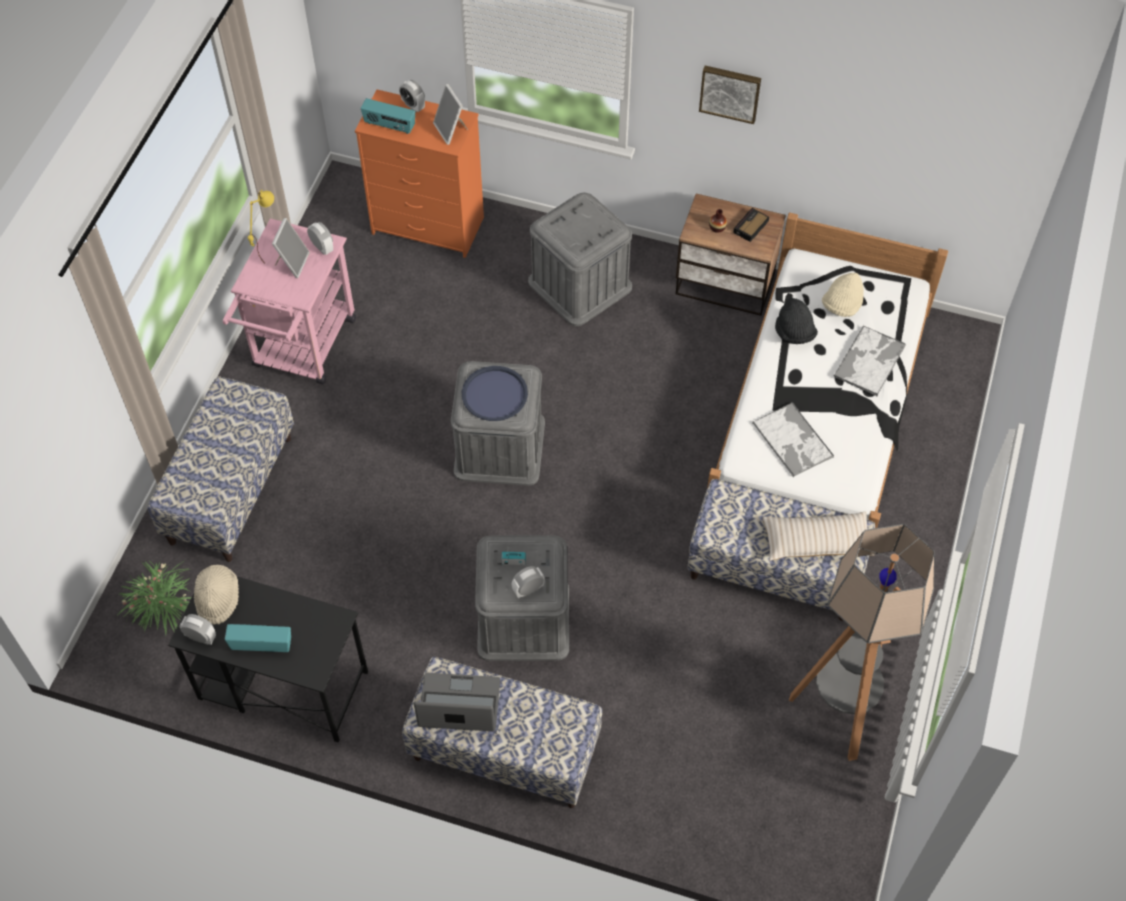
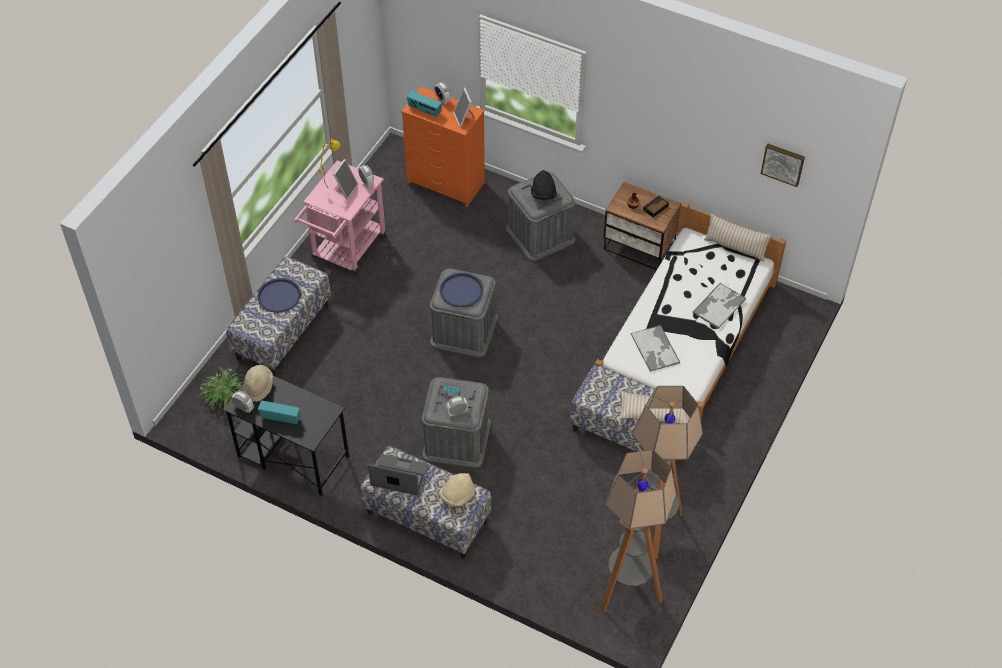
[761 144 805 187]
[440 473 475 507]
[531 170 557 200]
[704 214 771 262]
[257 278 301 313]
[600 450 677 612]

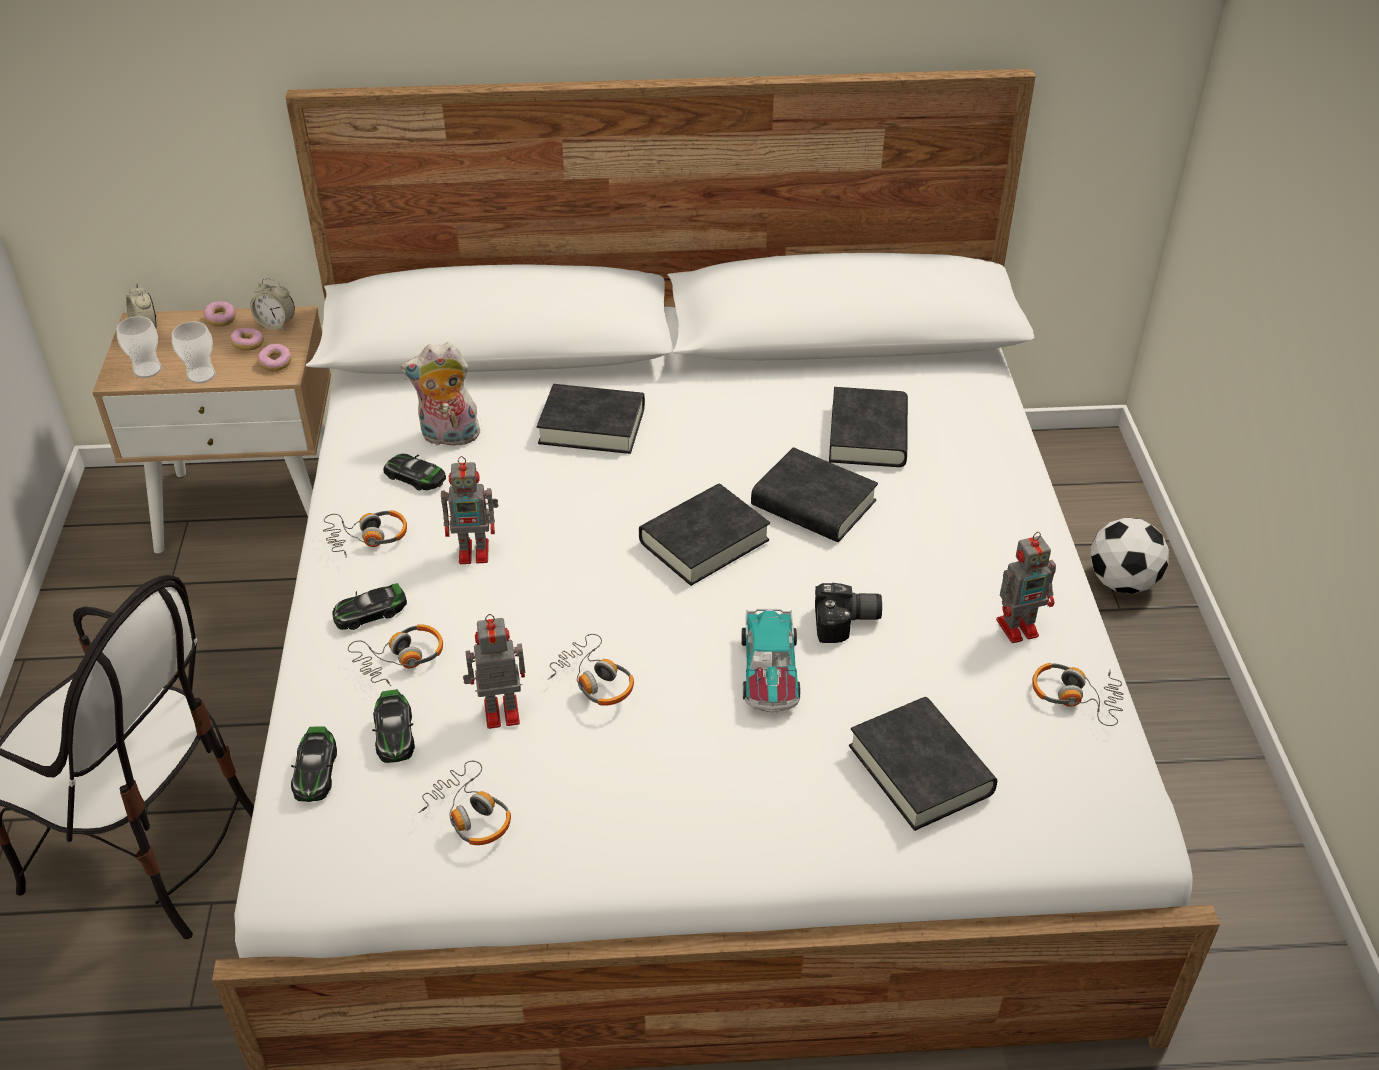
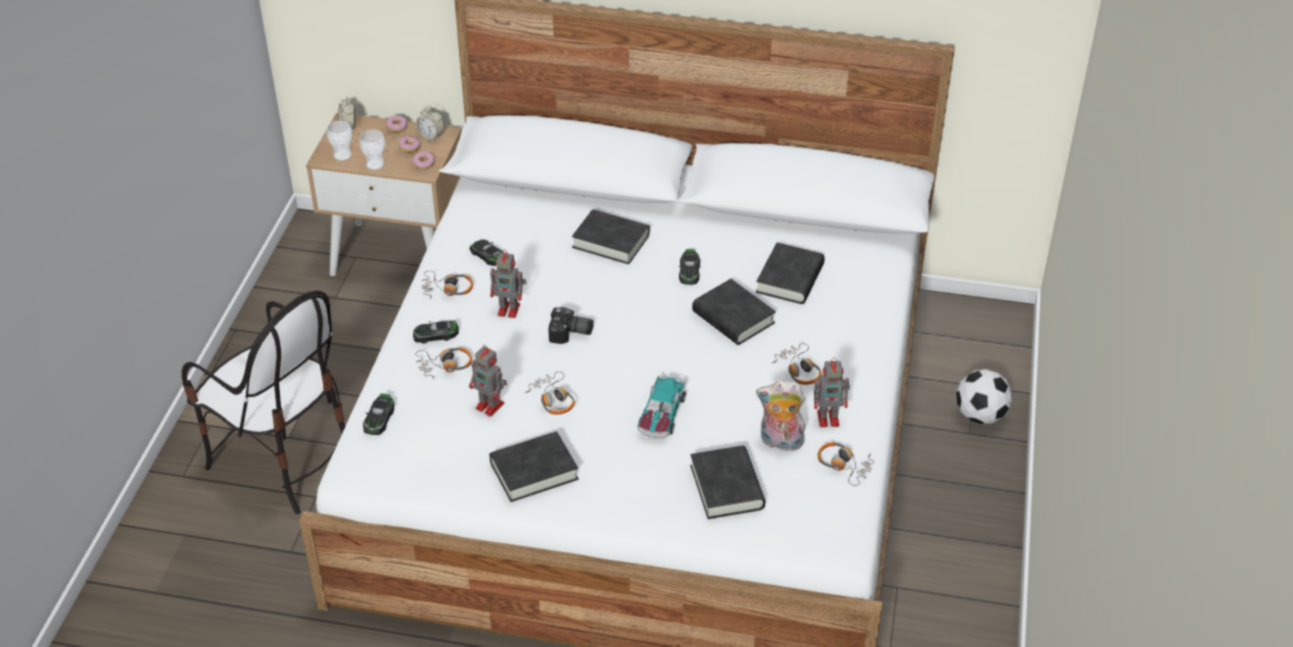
[756 380 806 451]
[489 431 579 502]
[548 307 594 344]
[469 344 507 417]
[679 249 701 285]
[772 343 822 385]

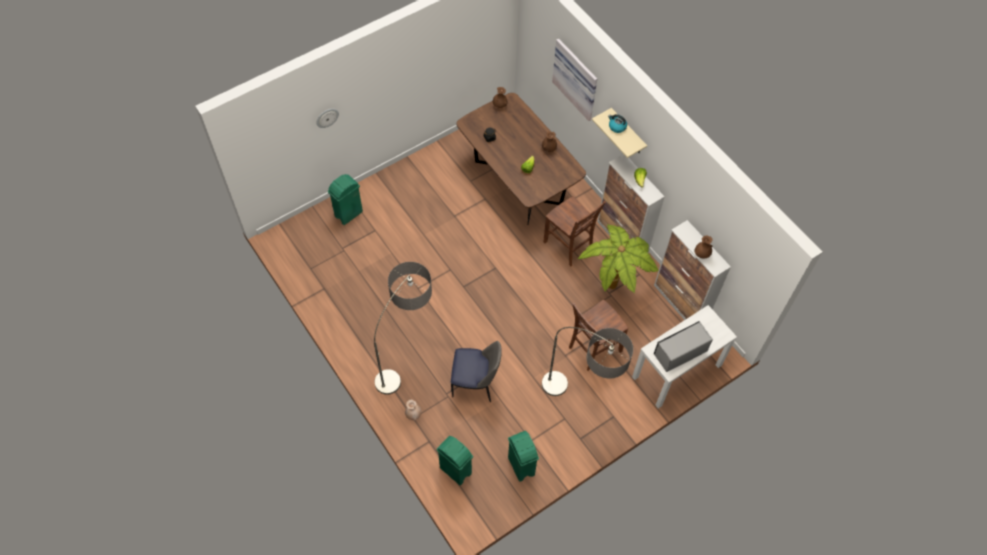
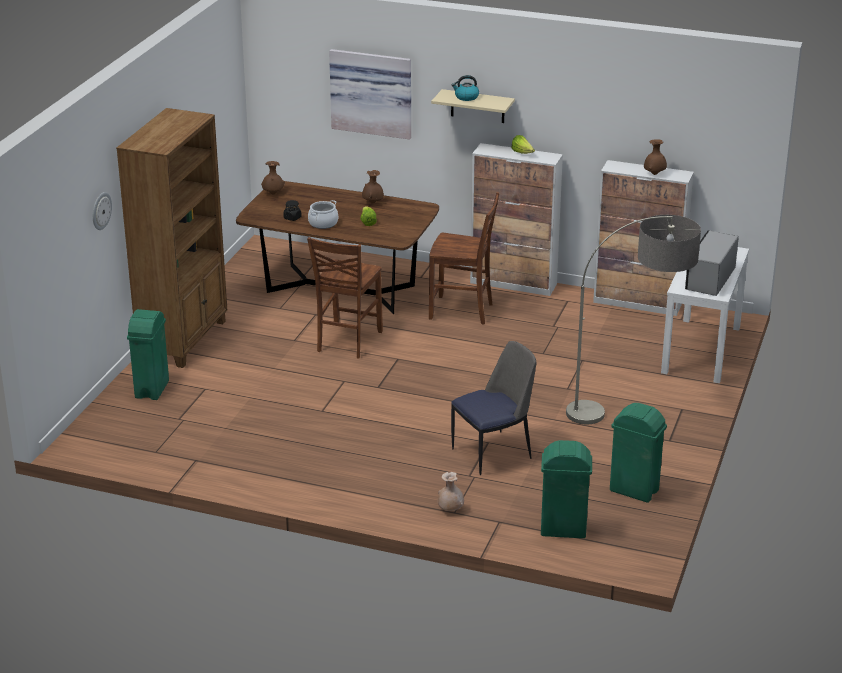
[578 224 659 293] (first image)
[374 262 432 395] (first image)
[307 237 383 359]
[116 108 227 368]
[308 200 338 229]

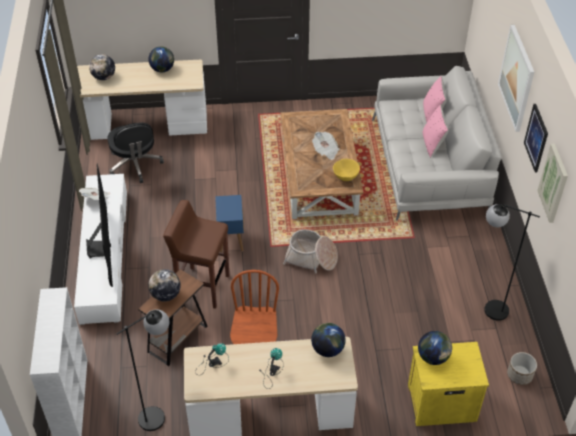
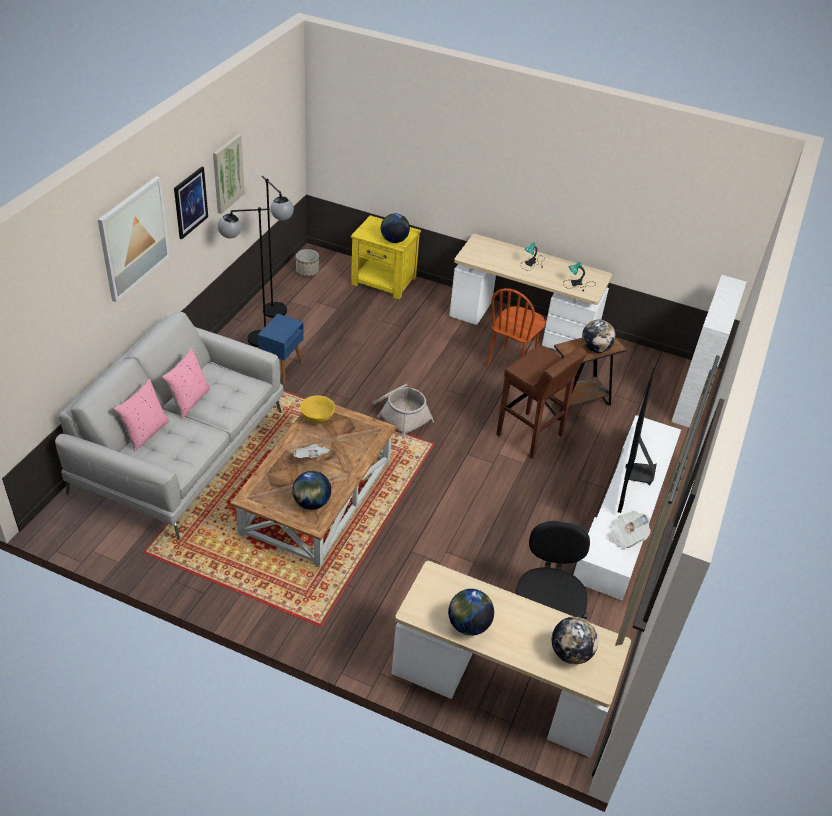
[258 314 304 384]
[218 207 270 347]
[292 471 331 510]

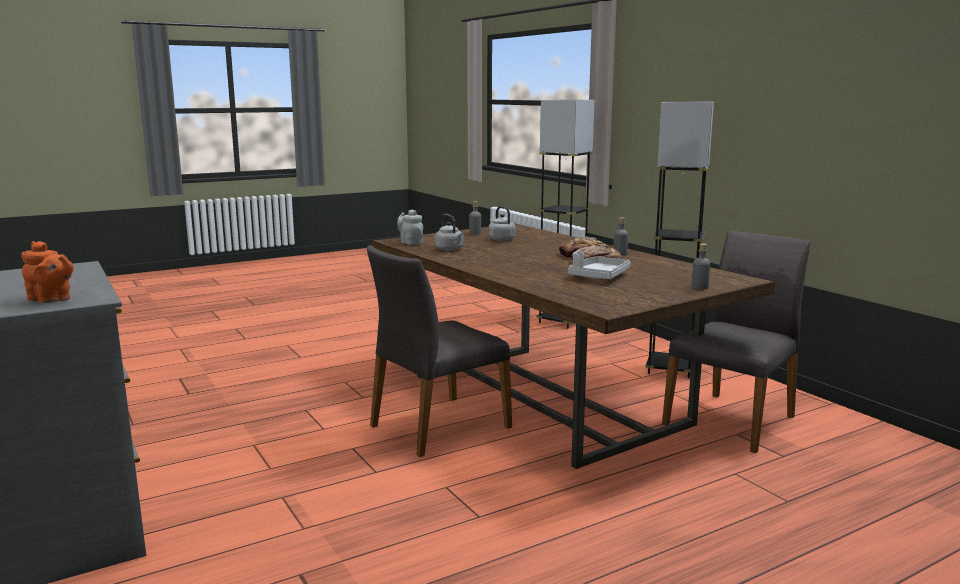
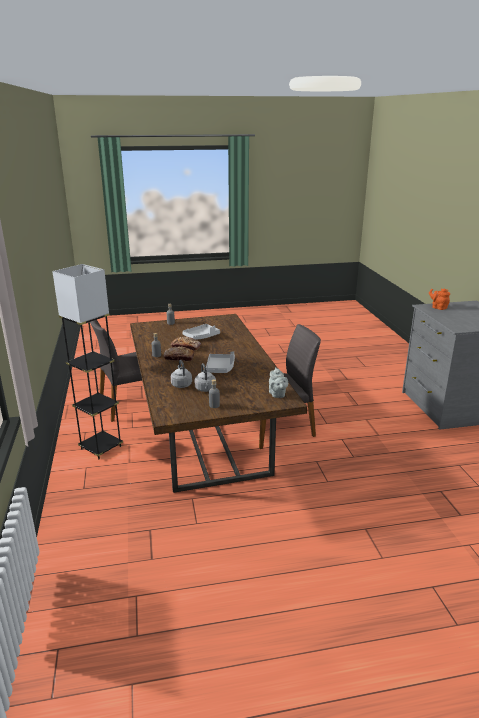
[536 100 595 329] (first image)
[171 360 192 388]
[206 351 235 373]

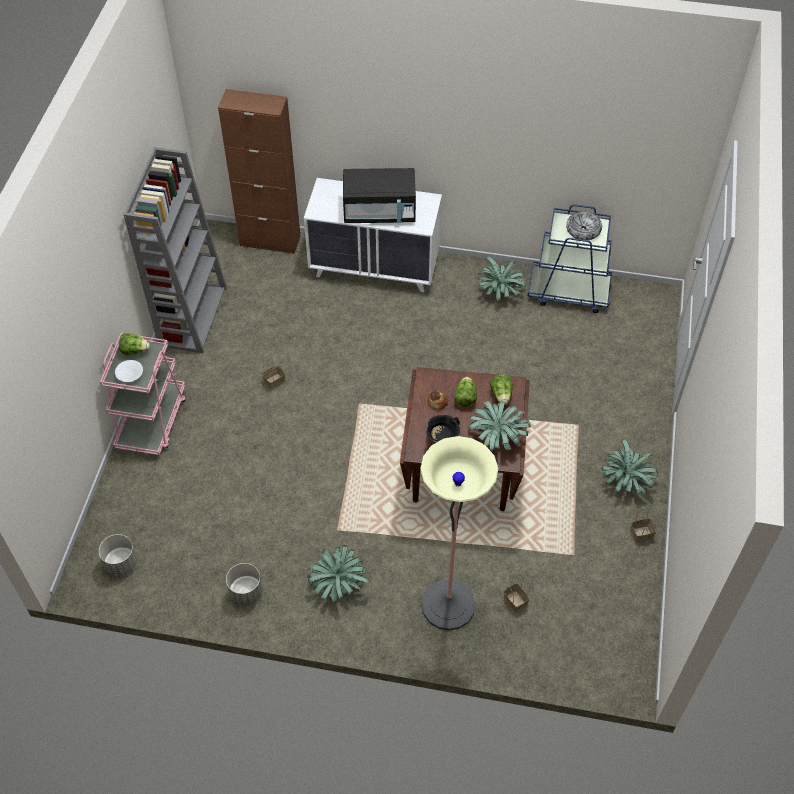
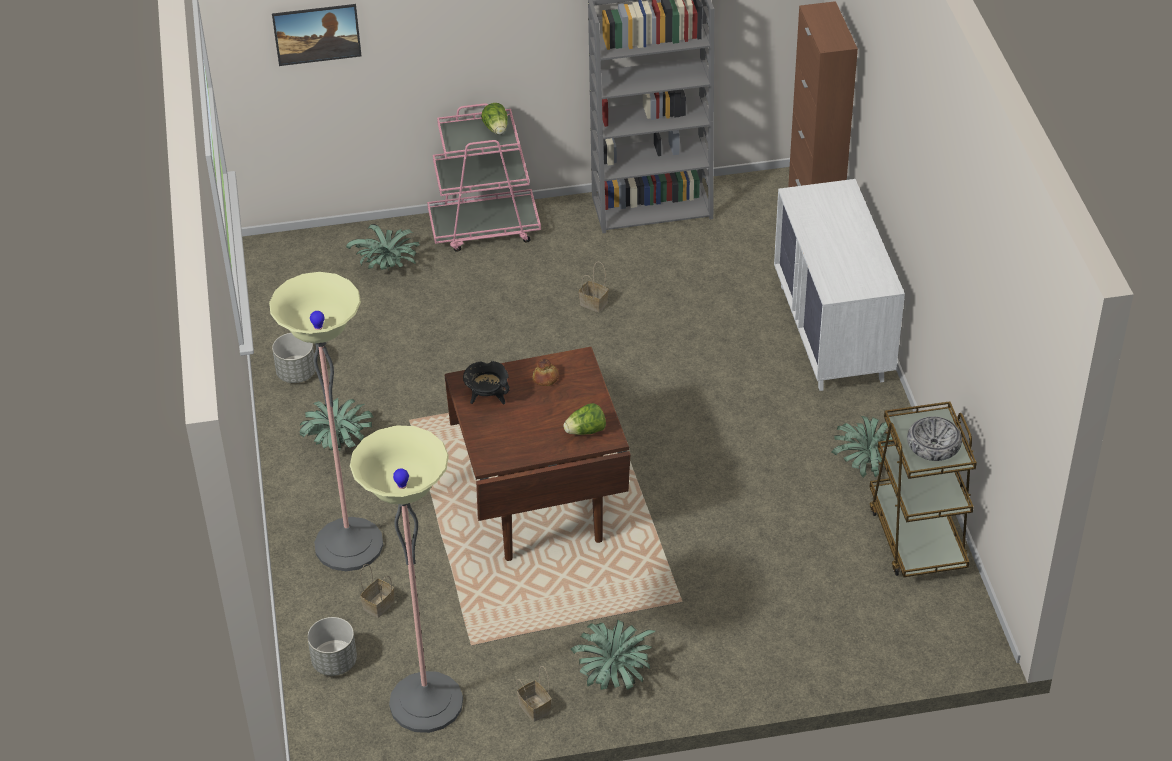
[343 168 416 223] (first image)
[870 401 977 577]
[115 360 143 382] (first image)
[454 377 477 407] (first image)
[346 224 420 270]
[307 617 357 676]
[272 4 362 66]
[350 425 463 733]

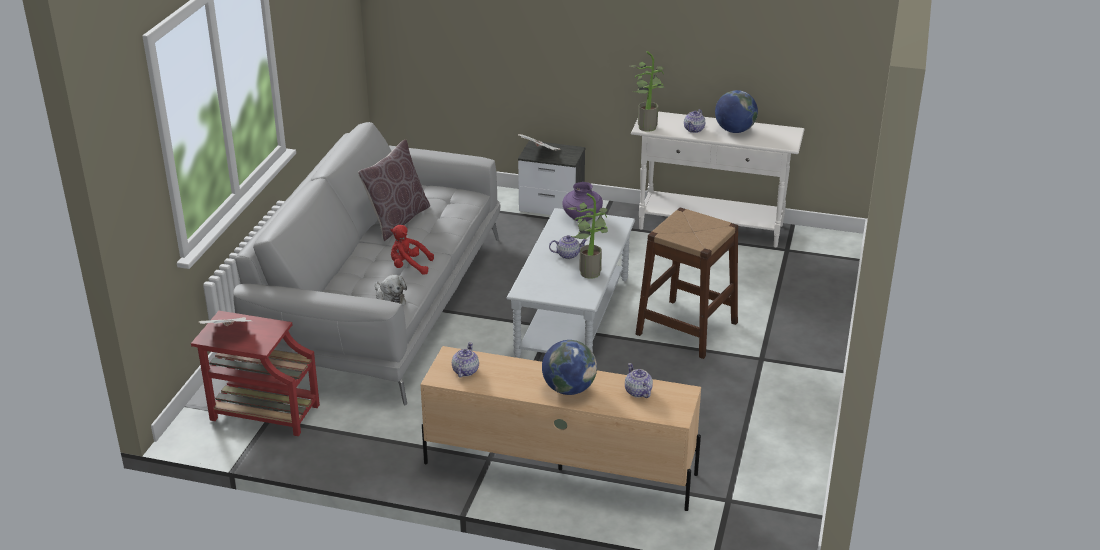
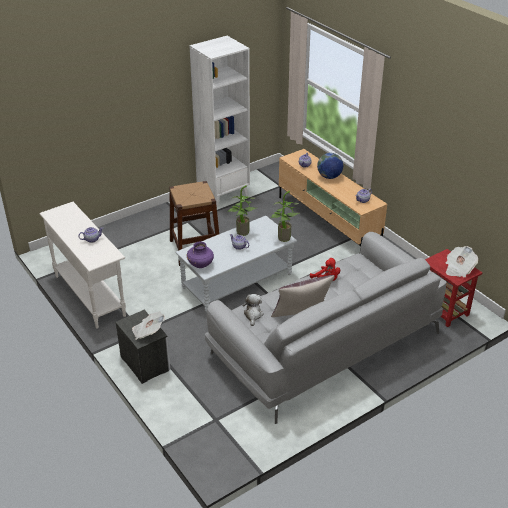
[270 191 300 242]
[715 90 758 133] (first image)
[243 294 264 326]
[189 36 250 207]

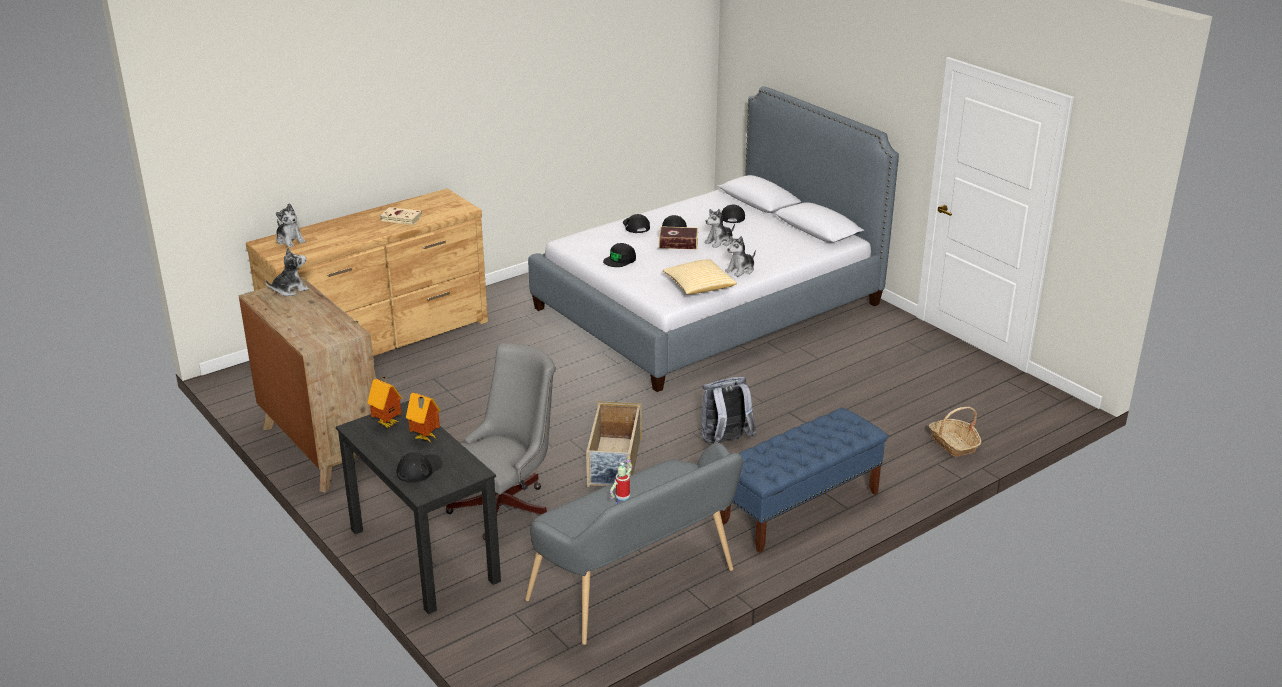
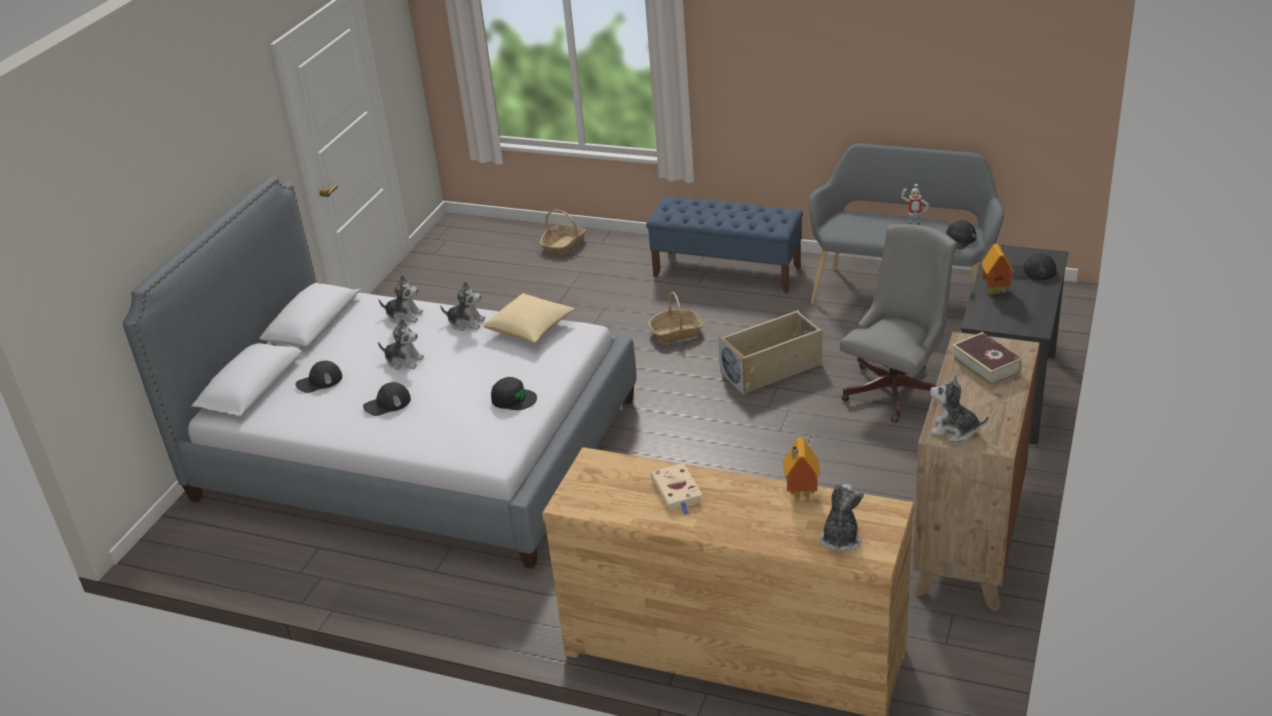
[946 220 976 250]
[951 332 1022 387]
[840 224 957 423]
[784 438 820 503]
[648 292 703 344]
[379 275 423 324]

